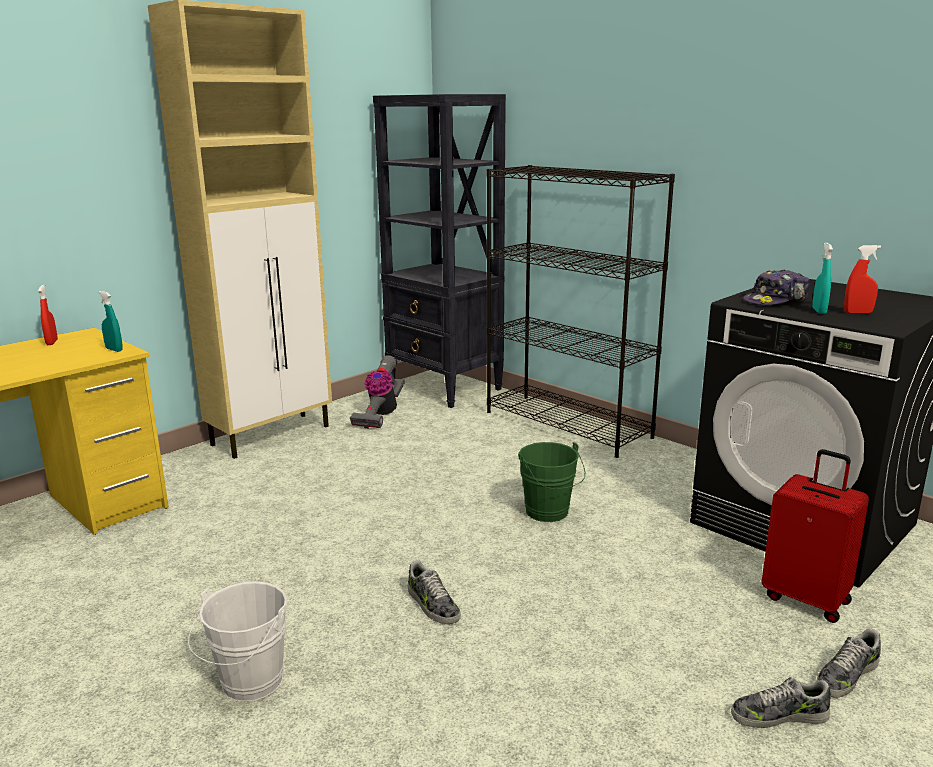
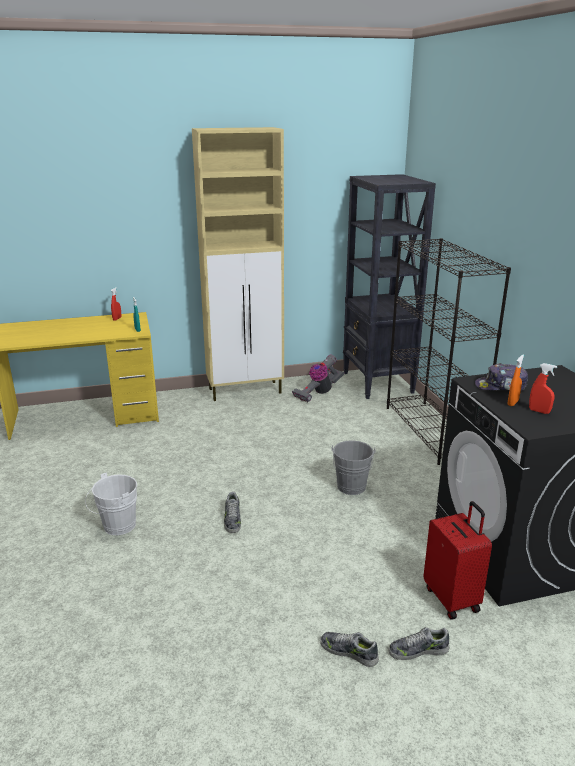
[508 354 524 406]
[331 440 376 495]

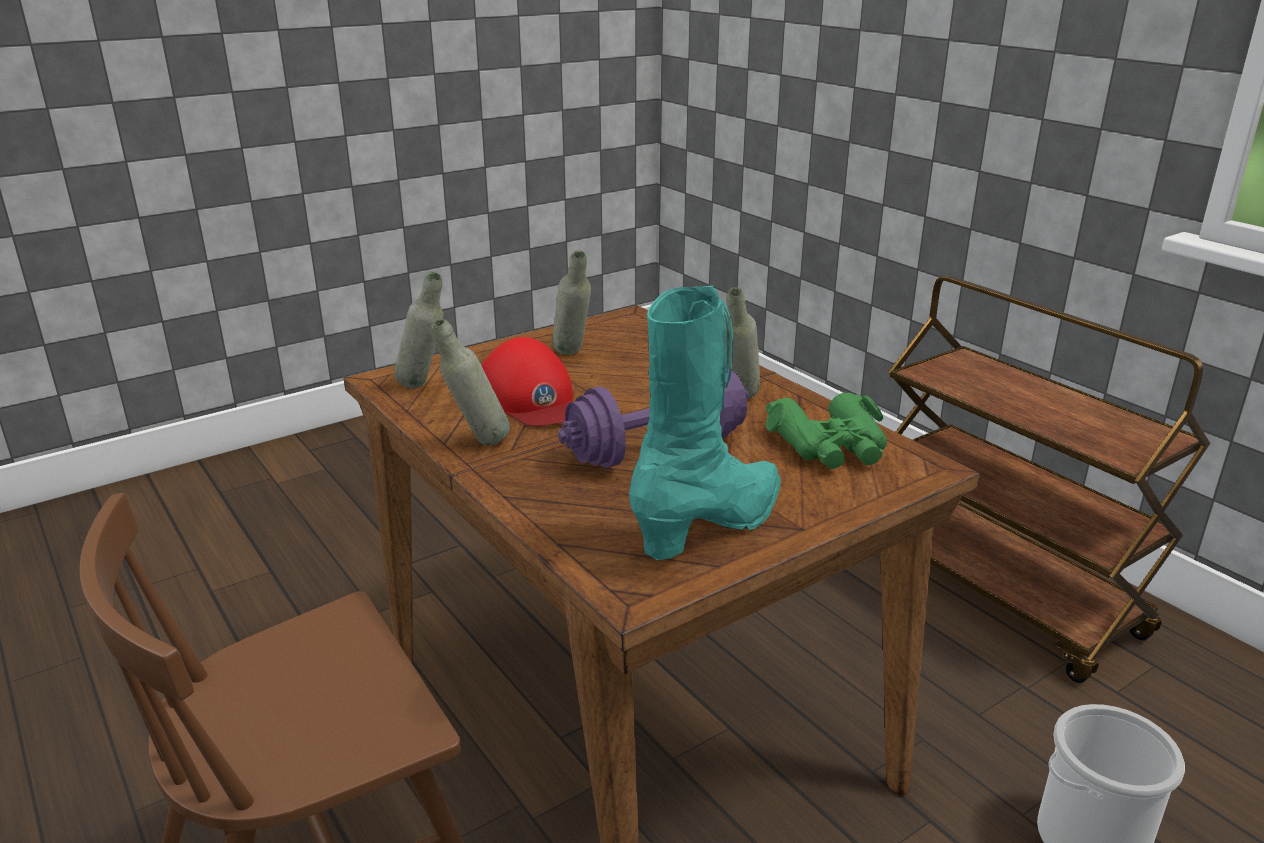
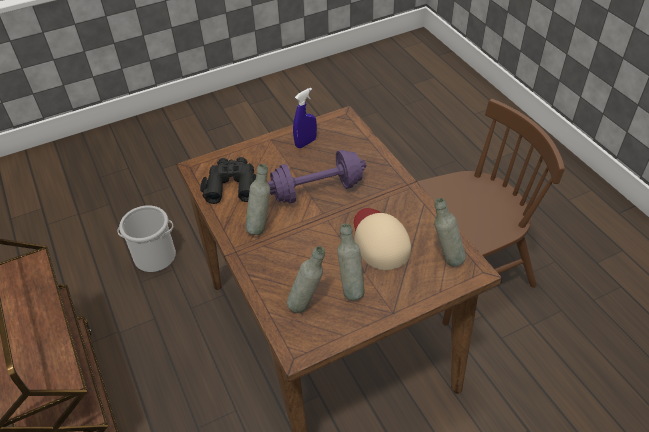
[293 88 317 148]
[287 246 325 313]
[354 208 411 270]
[200 157 256 204]

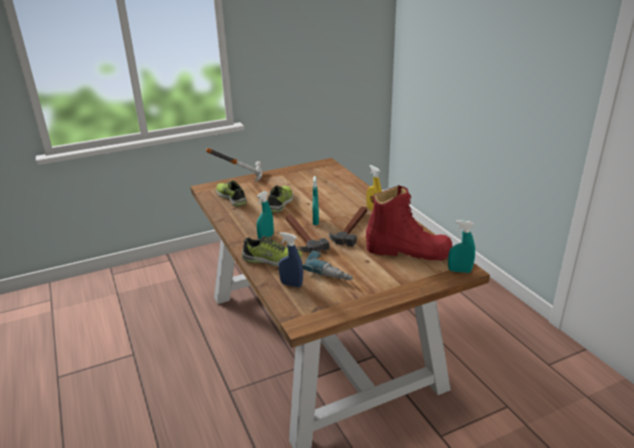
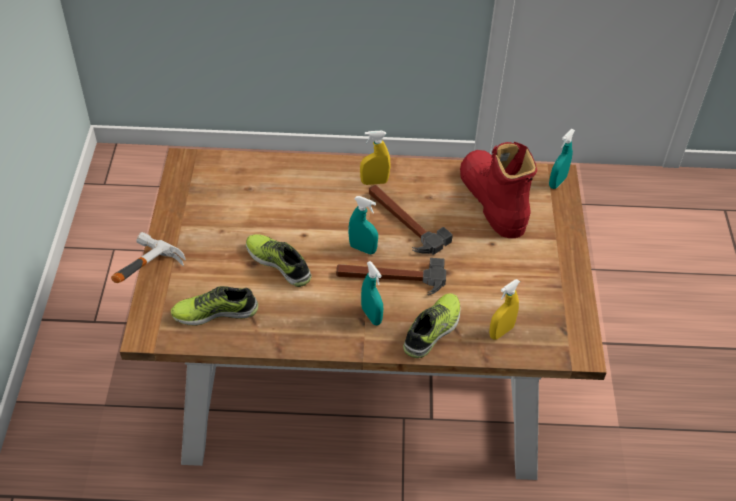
[460 142 537 238]
[489 279 520 340]
[302 250 353 280] (first image)

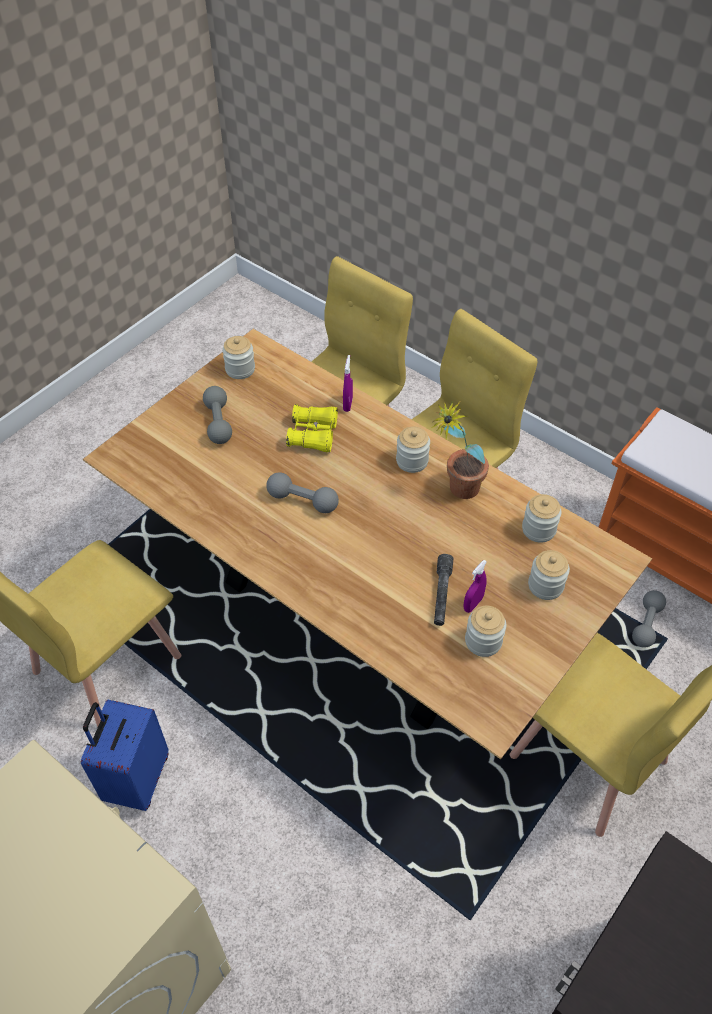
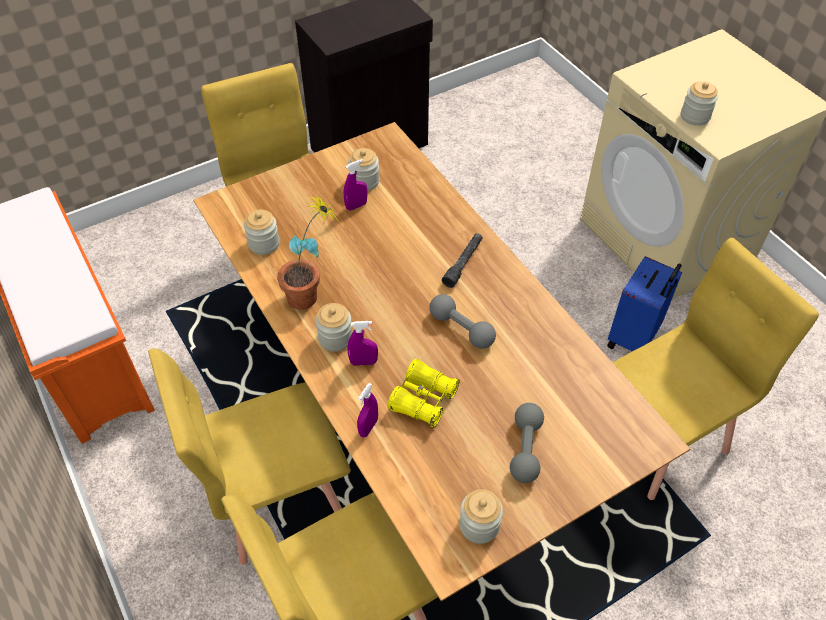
[681 81 718 126]
[442 233 482 288]
[632 590 666 648] (first image)
[347 321 378 366]

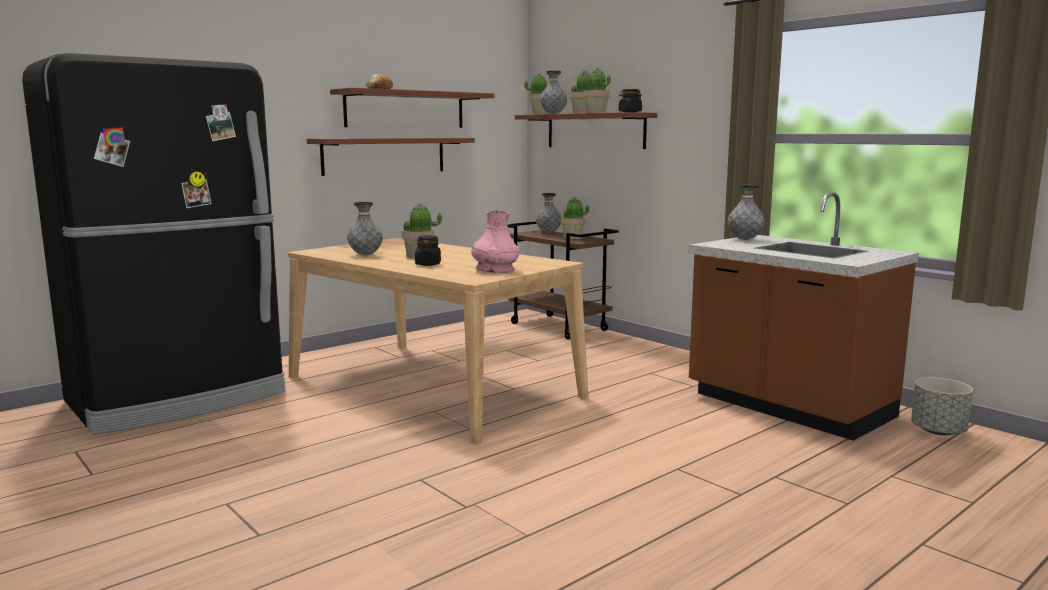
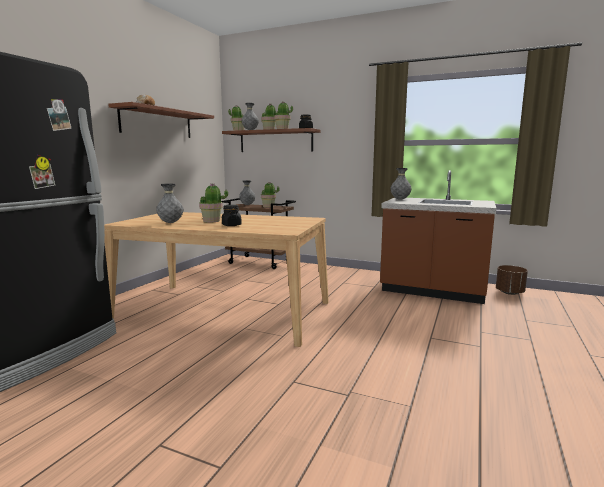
[307 138 475 176] (first image)
[472 210 519 273] (first image)
[496 265 528 295]

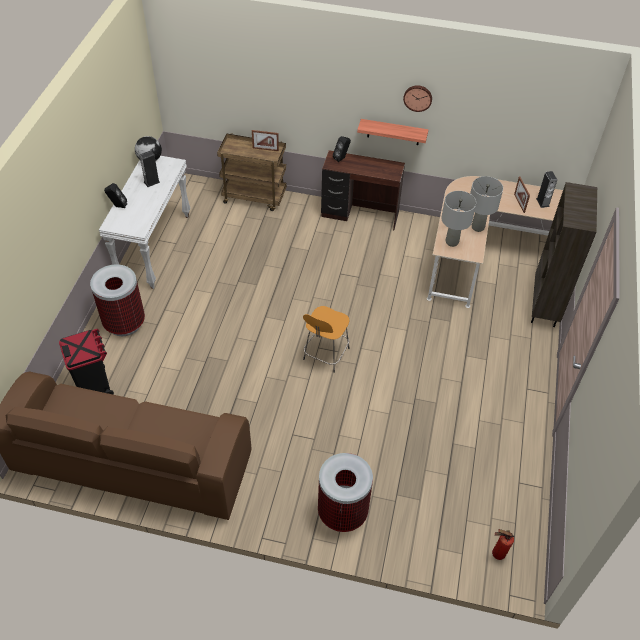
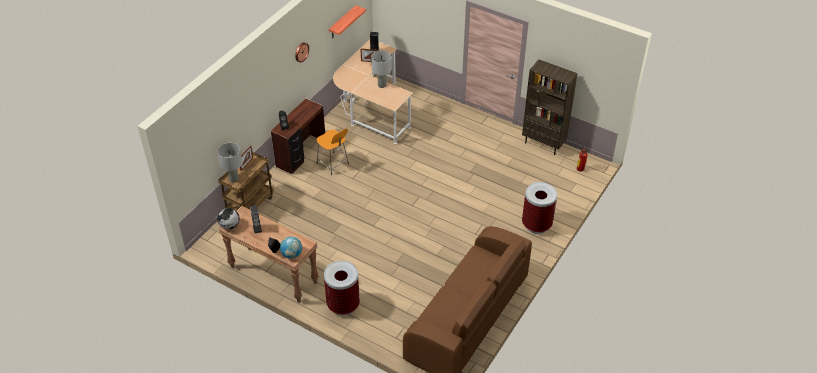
[329 5 366 38]
[219 206 319 303]
[522 59 578 155]
[217 143 242 183]
[316 128 349 175]
[59 329 114 395] (first image)
[280 237 302 259]

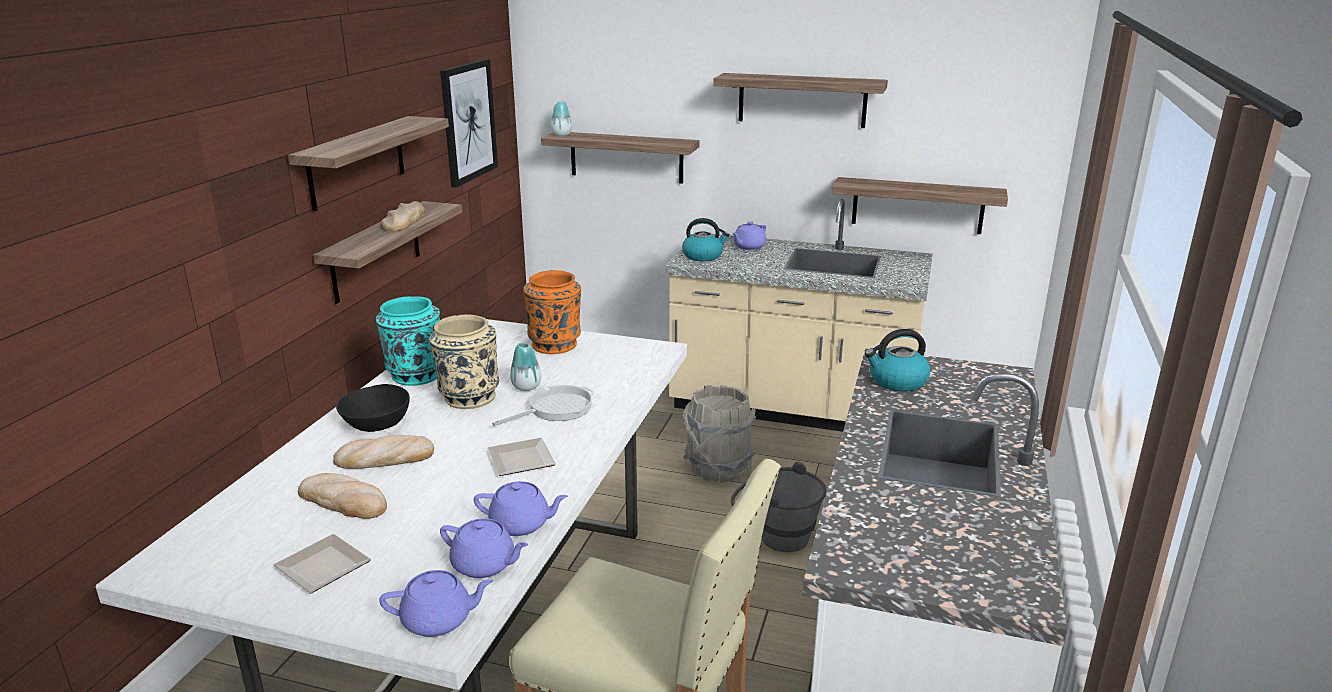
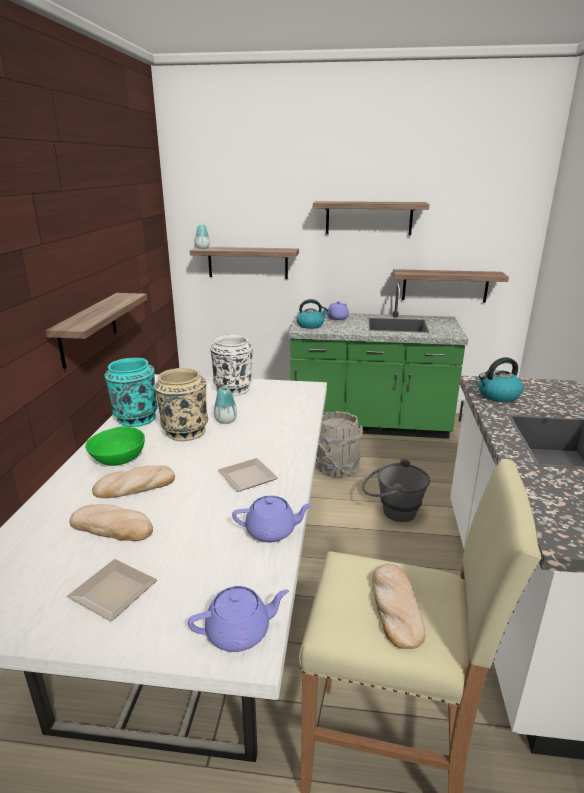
[440 59 498 188] (first image)
[288 116 449 212] (first image)
[289 283 468 439]
[372 563 425 649]
[210 335 253 396]
[85 426 145 466]
[492 385 594 426] (first image)
[440 518 529 578] (first image)

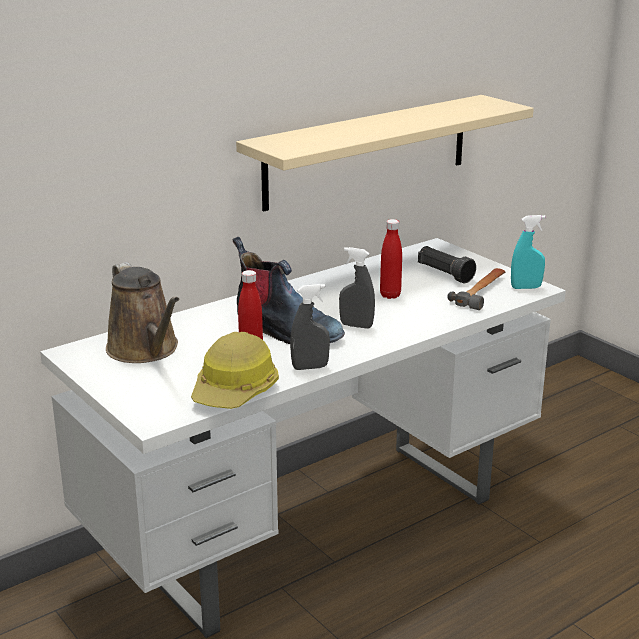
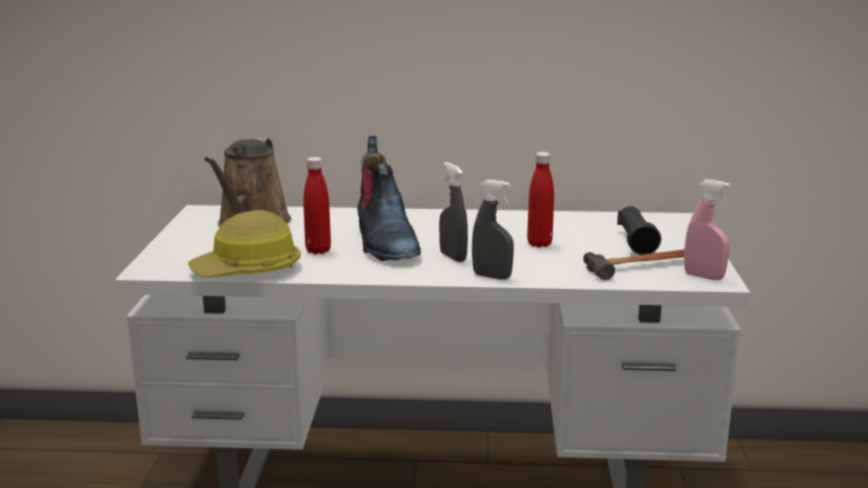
[236 95 534 211] (first image)
[684 179 731 280]
[472 179 514 280]

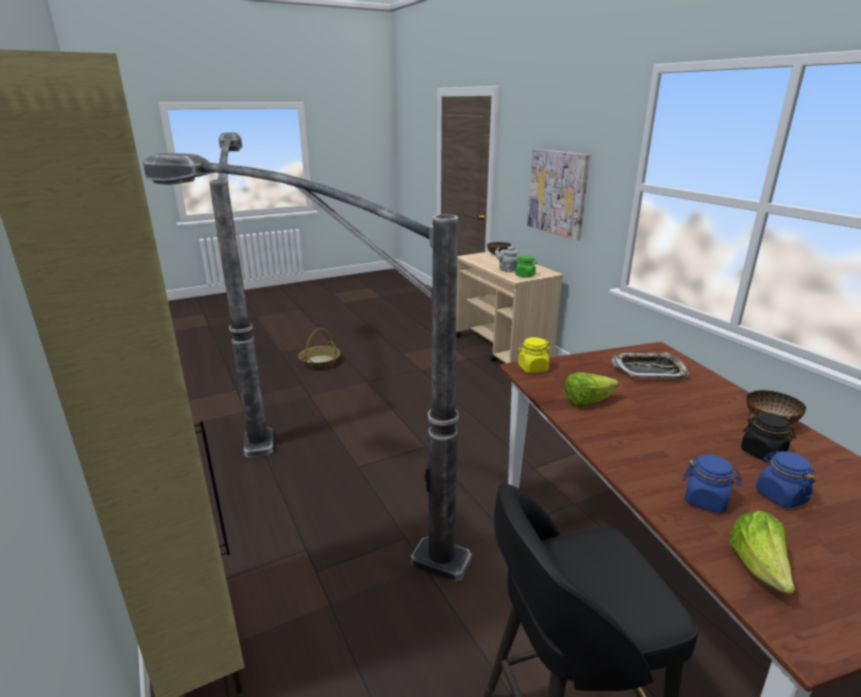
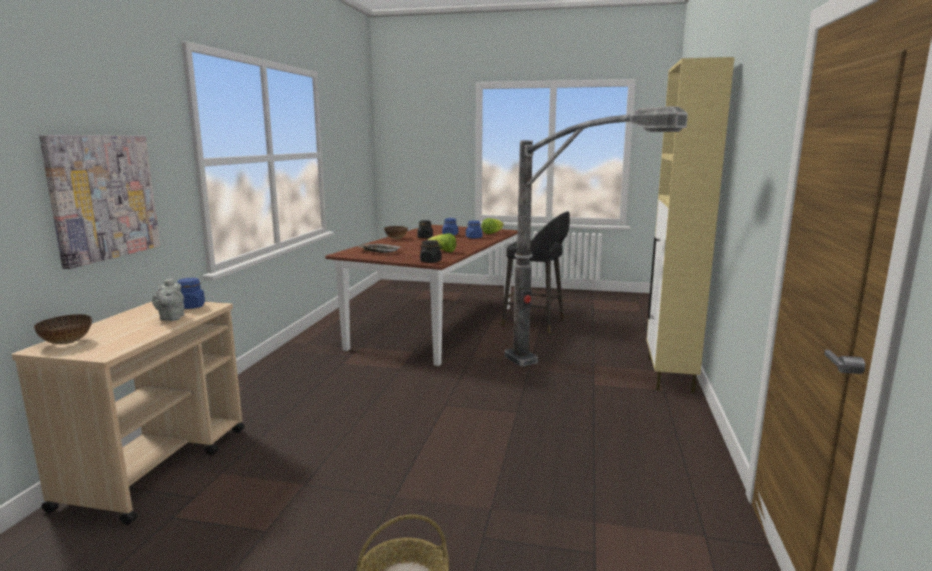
[209 133 273 458] (first image)
[177 278 205 309]
[420 240 442 263]

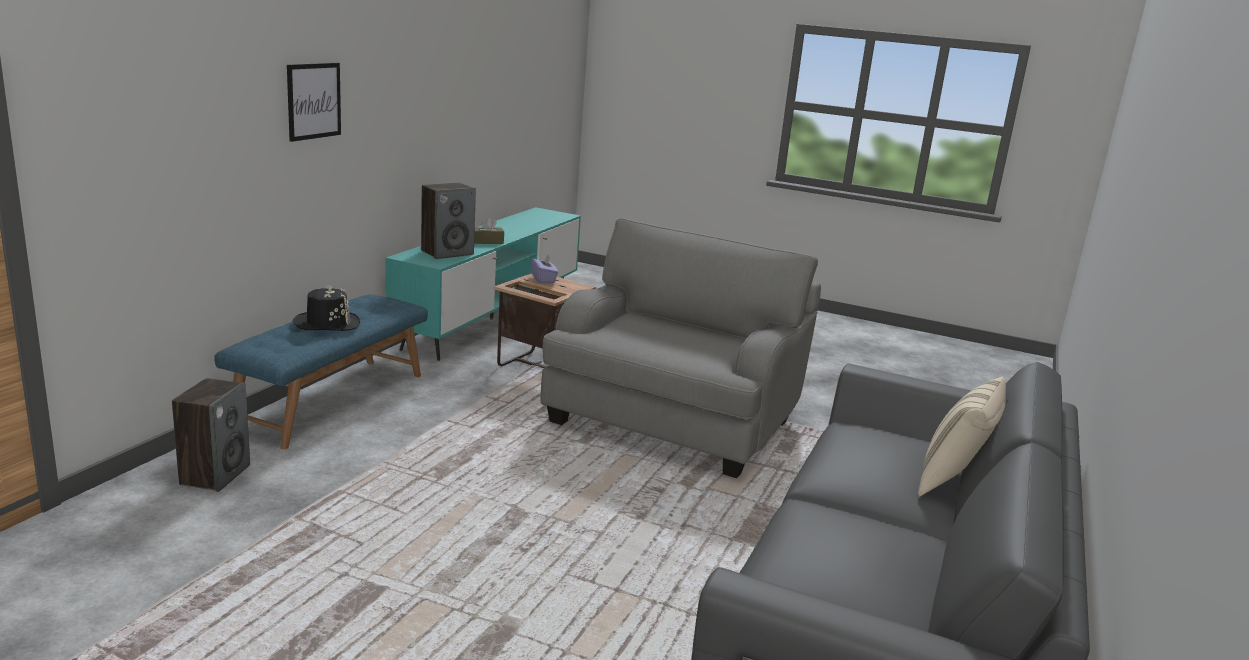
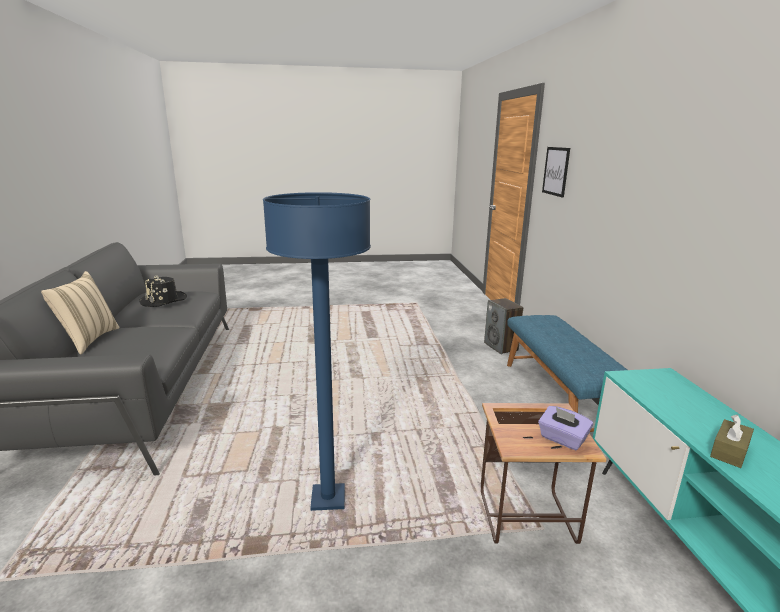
[542 147 570 198]
[421 183 476 259] (first image)
[263 192 371 511]
[139 276 187 307]

